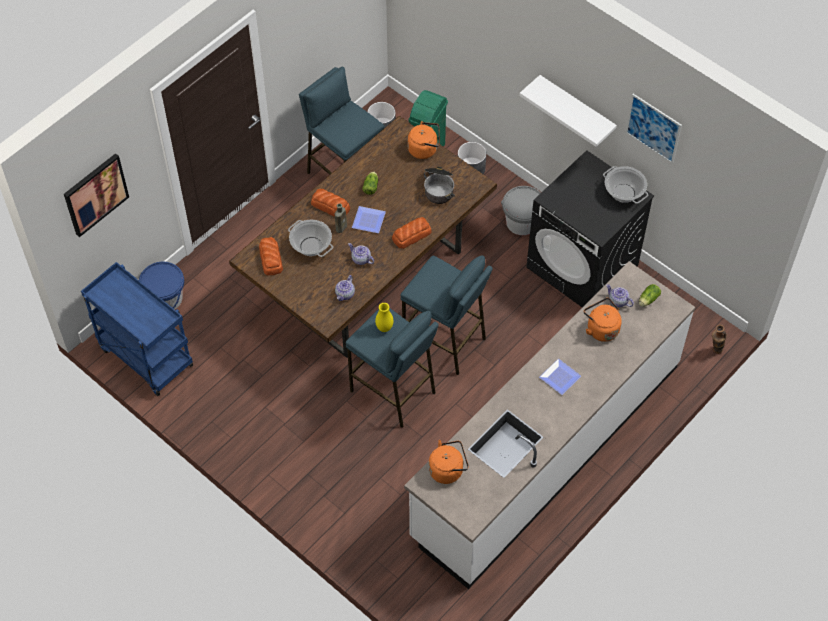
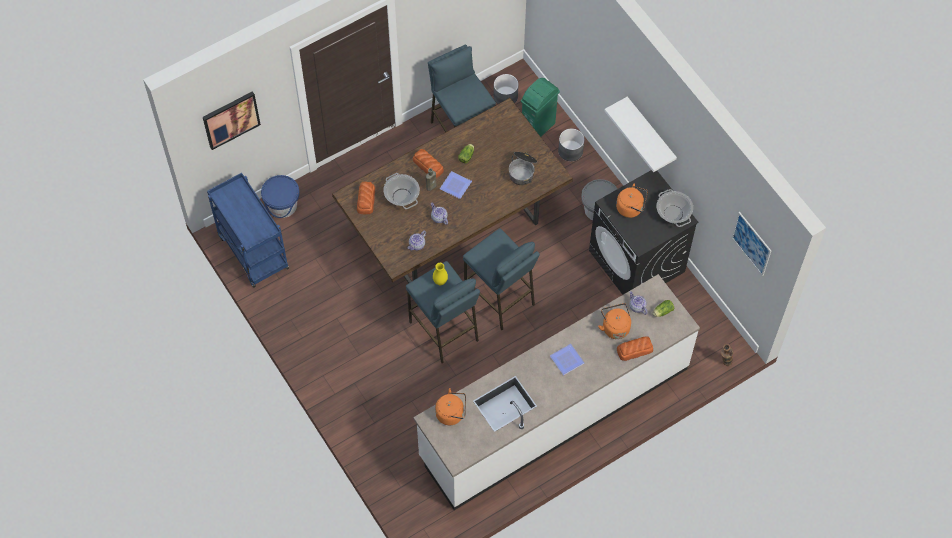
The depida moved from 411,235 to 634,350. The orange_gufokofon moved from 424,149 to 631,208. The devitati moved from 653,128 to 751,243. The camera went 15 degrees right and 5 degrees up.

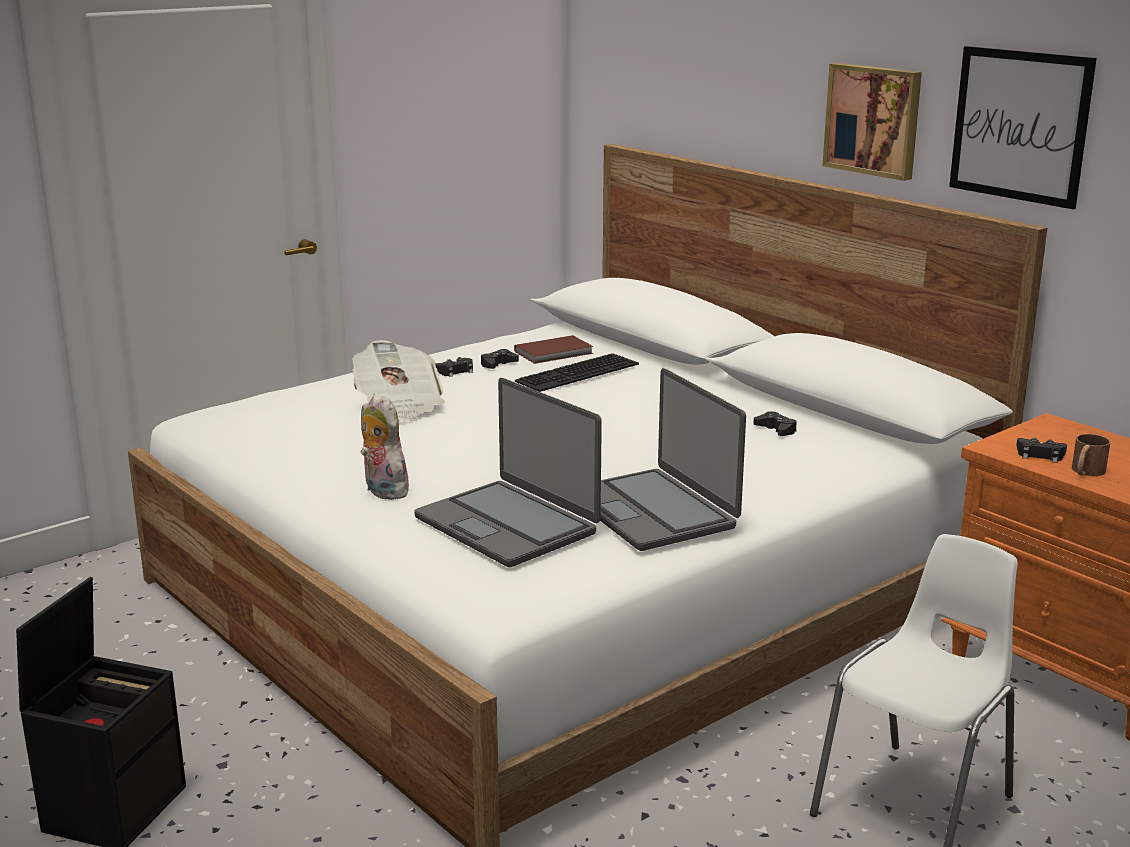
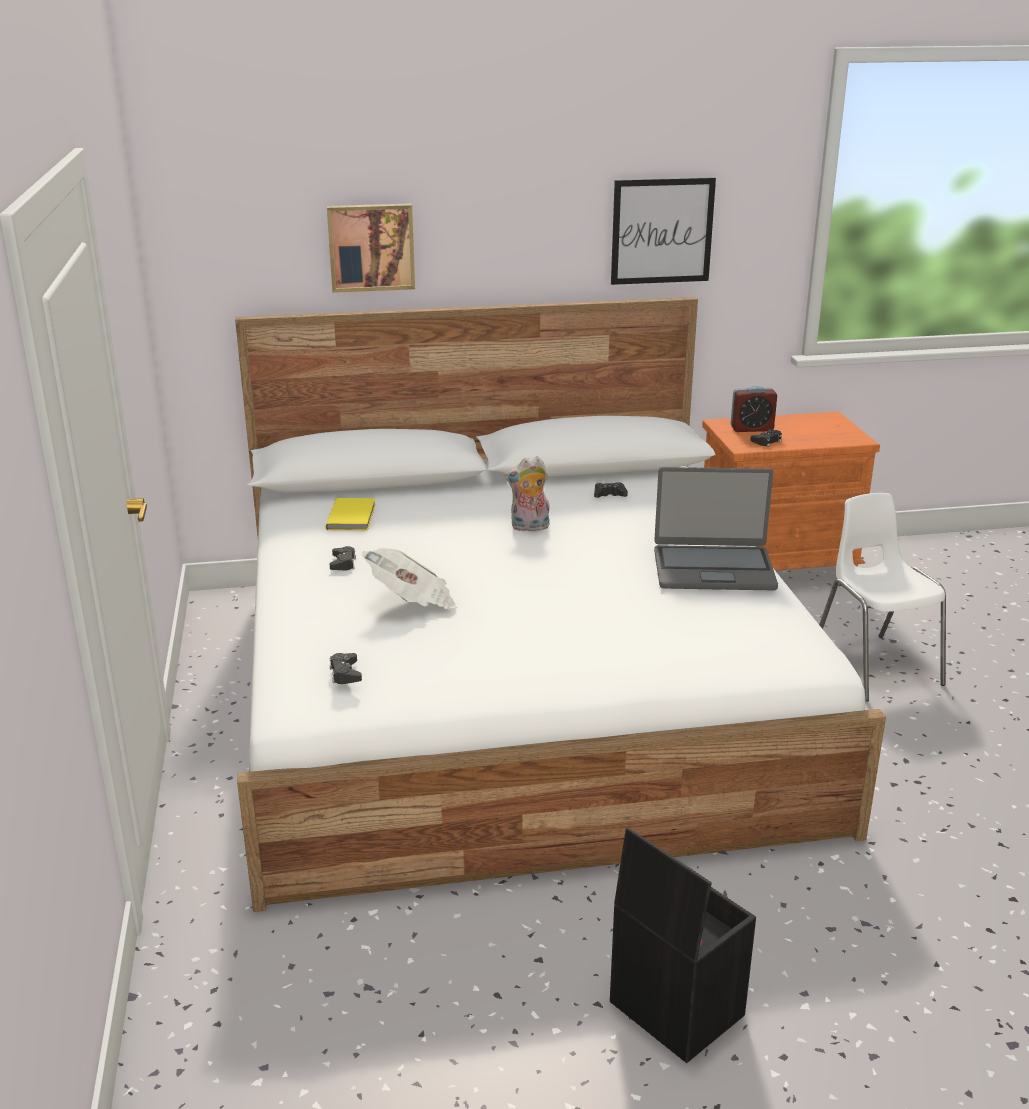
The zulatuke moved from 382,491 to 529,527. The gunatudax at 508,525 disappeared. The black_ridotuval moved from 498,364 to 345,673. The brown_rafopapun at 555,353 became the yellow_rafopapun at 353,516. The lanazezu at 578,373 disappeared. The devitati moved from 874,120 to 371,247. The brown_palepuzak at 1085,472 disappeared. The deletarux at 751,428 appeared. The camera went 60 degrees left and 5 degrees up.

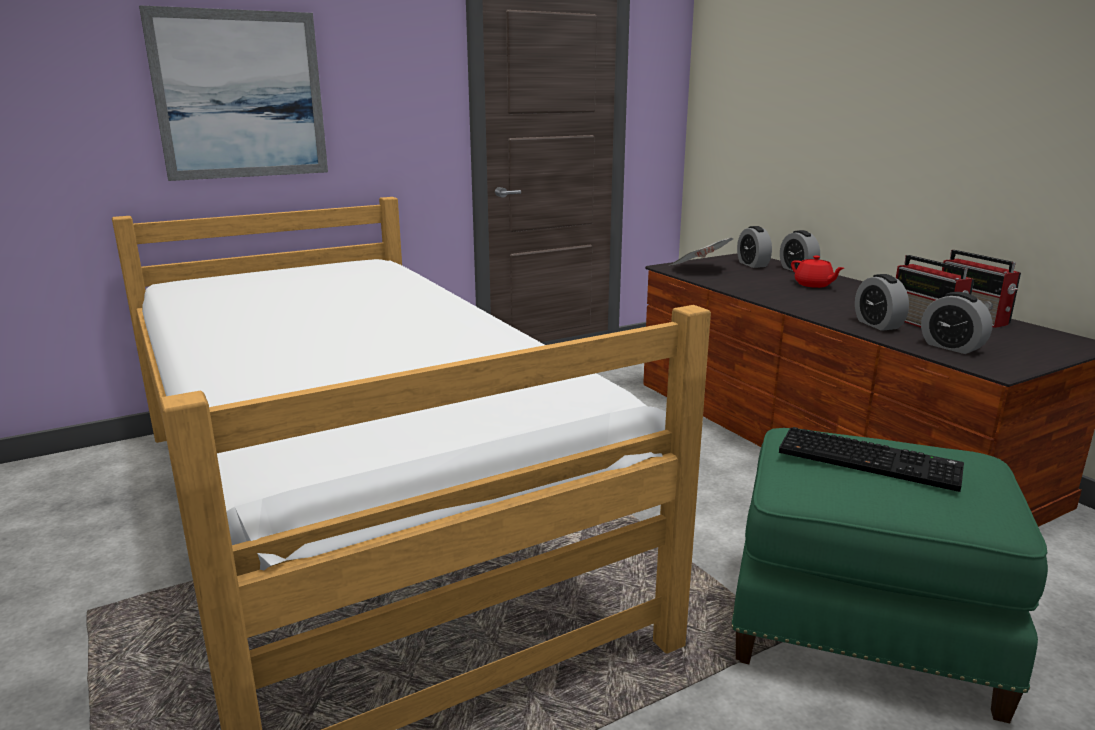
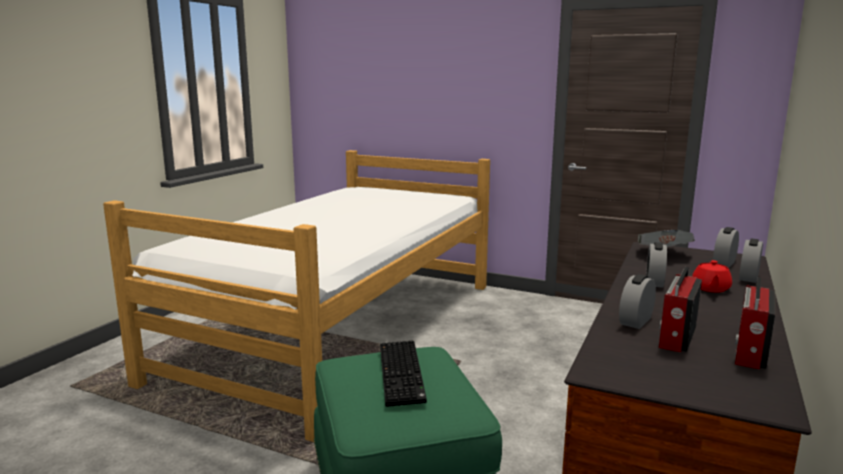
The devitati at 240,95 disappeared. The deletarux moved from 951,347 to 654,282. The camera went 55 degrees right and 5 degrees down.

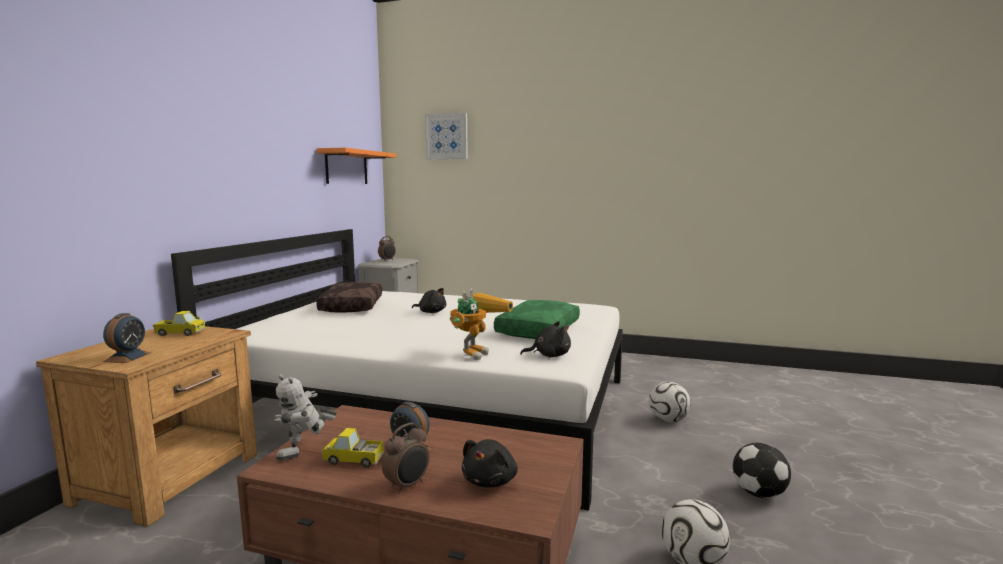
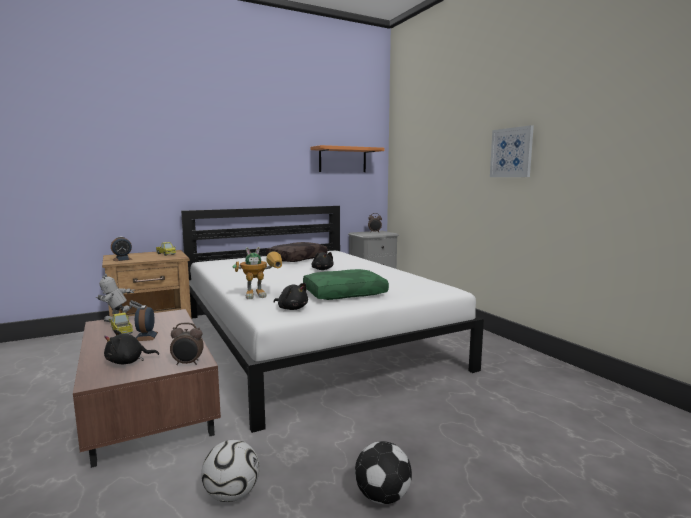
The deletarux moved from 408,485 to 188,363. The devitati moved from 446,136 to 511,152. The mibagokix at 668,420 disappeared. The camera went 45 degrees right and 0 degrees up.

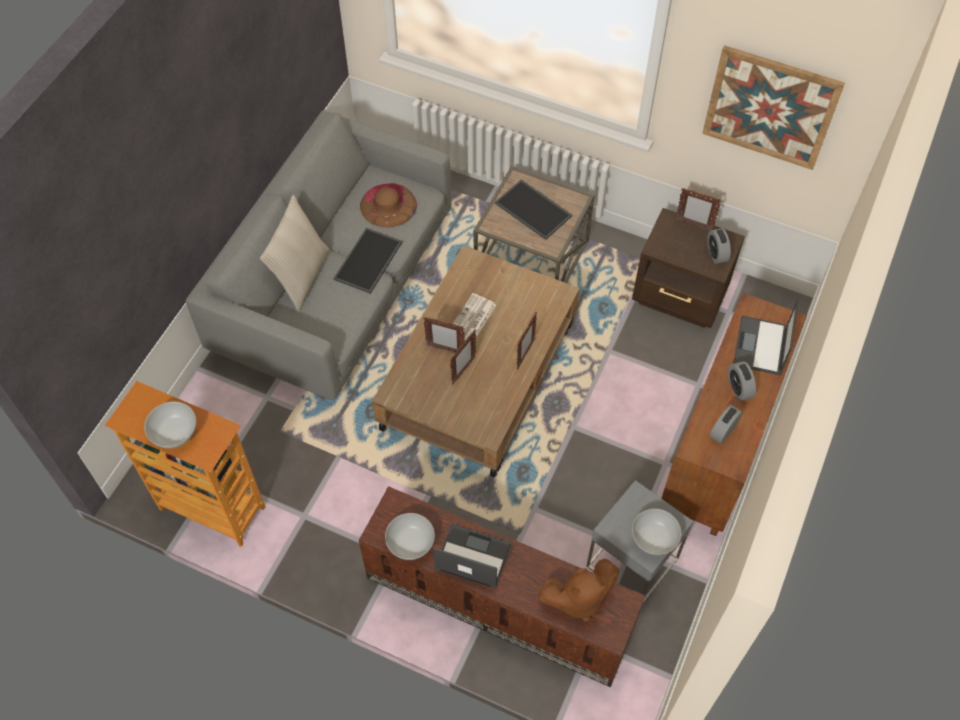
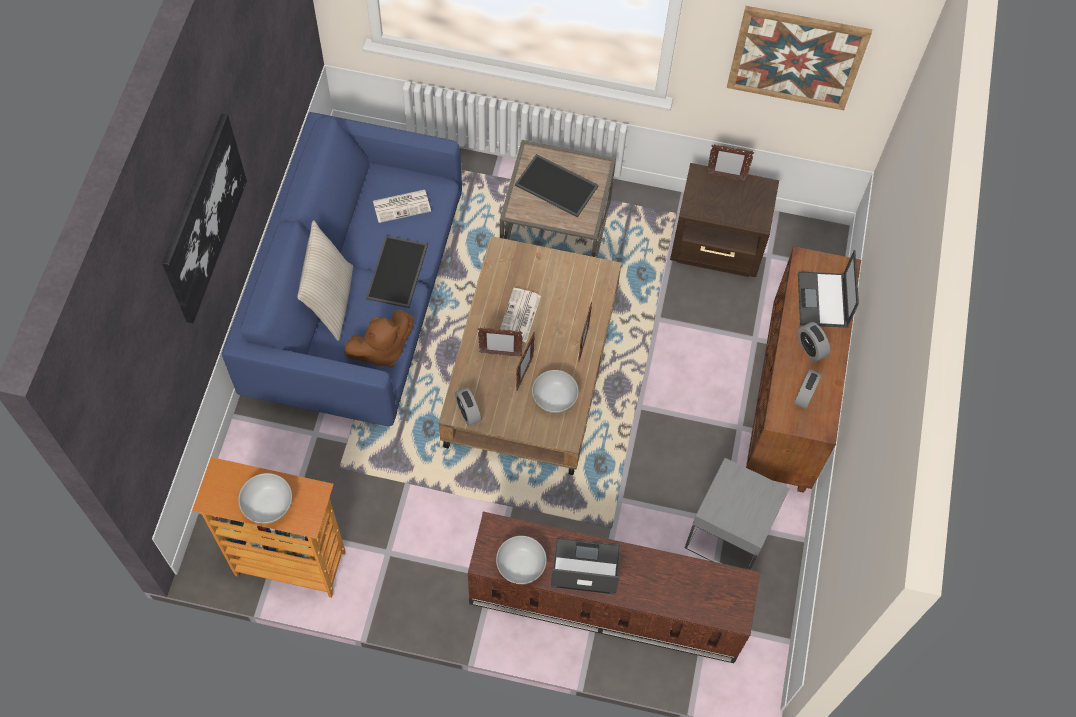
The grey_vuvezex at 336,288 became the blue_vuvezex at 357,301. The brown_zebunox at 388,205 was replaced by the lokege at 402,206. The brown_zulatuke moved from 578,598 to 381,350. The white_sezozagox moved from 653,539 to 554,399. The deletarux moved from 716,253 to 468,412. The devitati at 203,218 appeared. The camera went 15 degrees left and 5 degrees up.

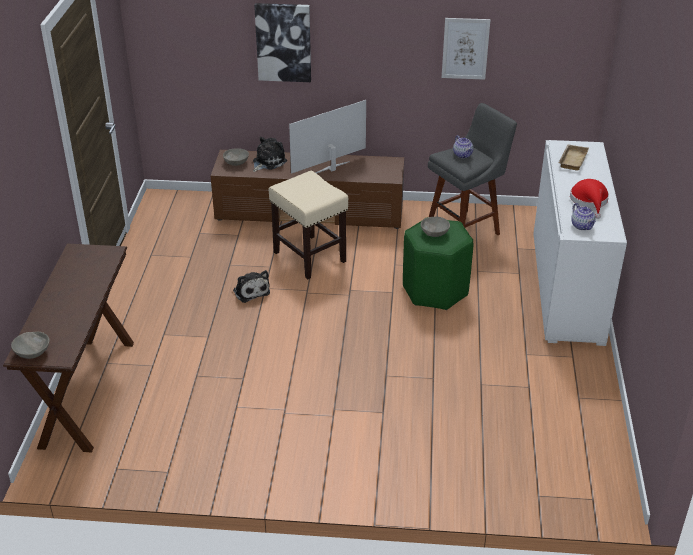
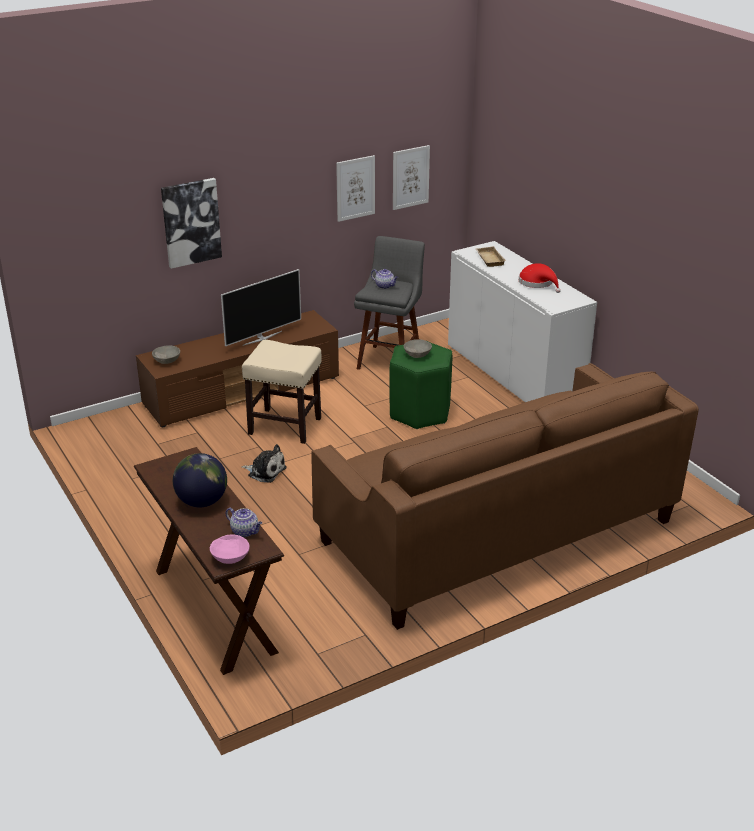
The grey_sezozagox at 32,353 became the pink_sezozagox at 229,558. The zulatuke at 267,162 disappeared. The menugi at 331,168 turned 150 degrees counterclockwise. The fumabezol moved from 582,226 to 245,531. The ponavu at 202,501 appeared. The brown_vuvezex at 497,530 appeared. The devitati at 410,177 appeared. The camera went 35 degrees left and 5 degrees down.

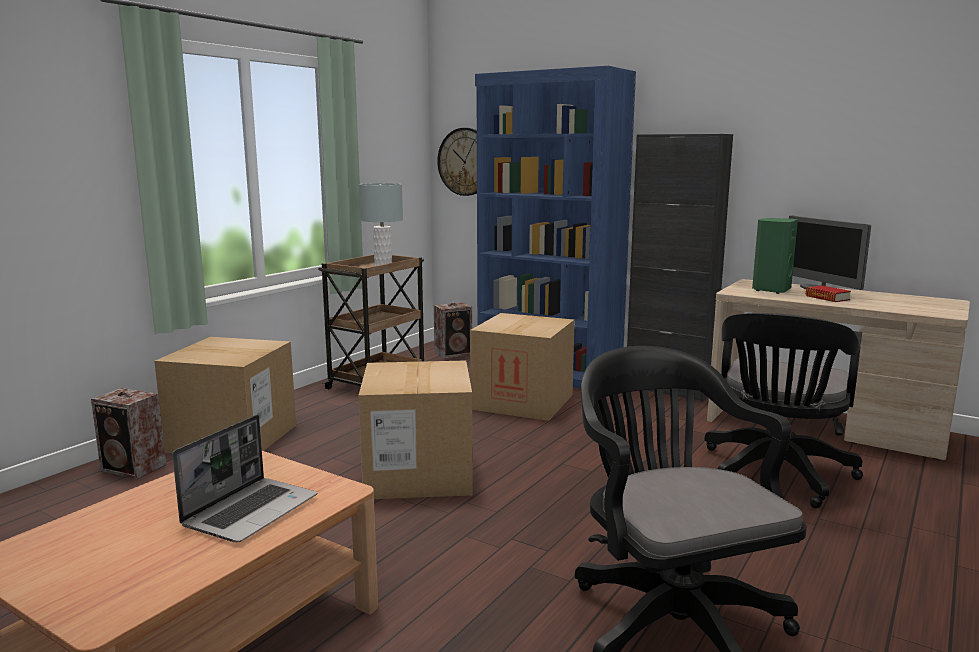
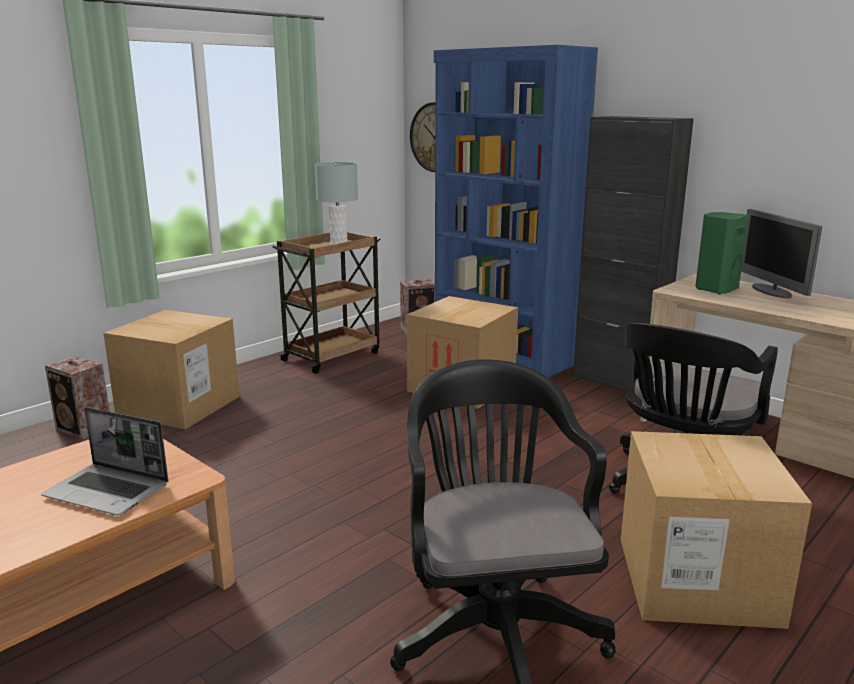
The gunatudax at 251,511 turned 75 degrees clockwise. The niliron moved from 418,473 to 696,580. The rafopapun at 827,298 disappeared. The camera went 10 degrees right and 5 degrees up.

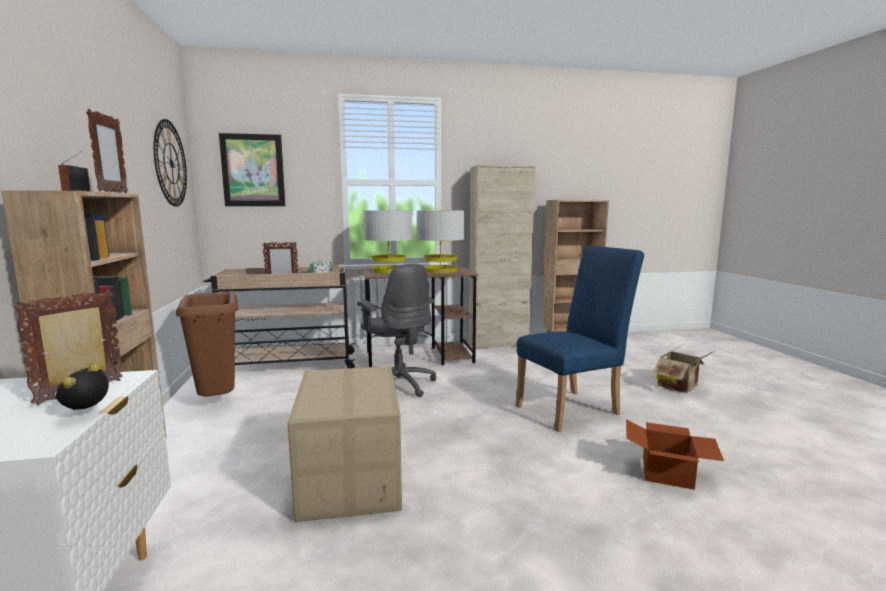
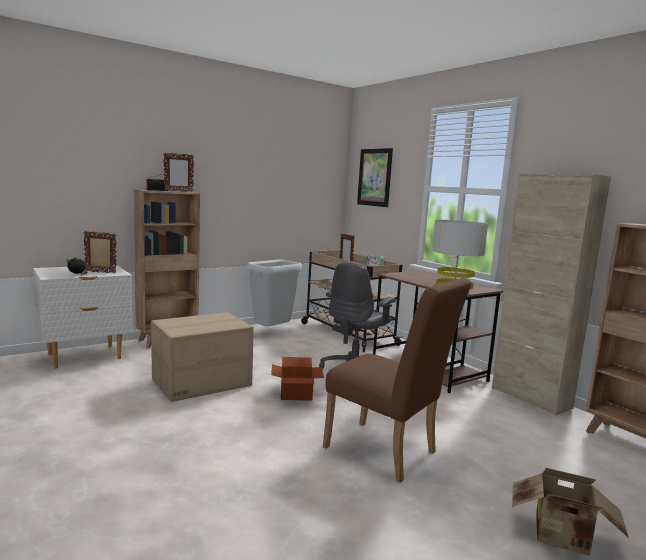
The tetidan at 171,163 disappeared. The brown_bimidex at 219,401 became the grey_bimidex at 272,332. The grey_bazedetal at 388,270 disappeared. The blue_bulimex at 573,408 became the brown_bulimex at 386,453. The niliron moved from 669,474 to 295,394. The camera went 65 degrees right and 0 degrees up.

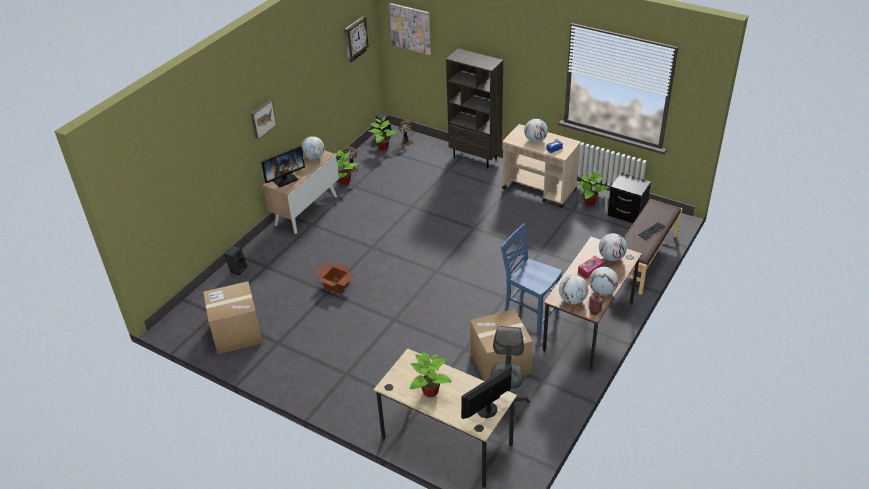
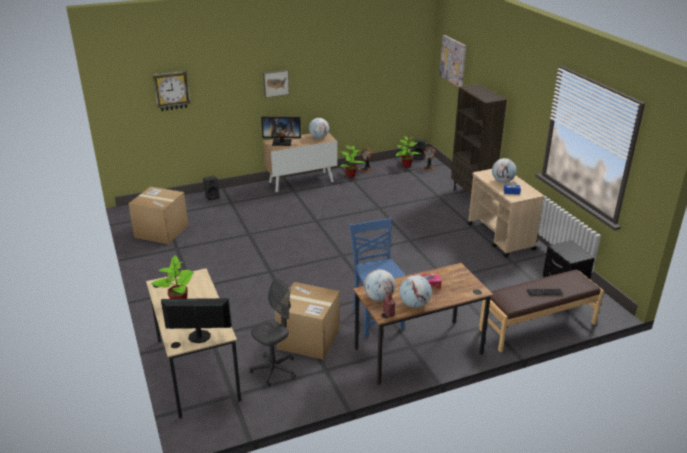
The niliron at 336,285 disappeared. The tetidan moved from 355,39 to 171,90. The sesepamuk at 589,203 disappeared. The ponavu at 611,257 disappeared. The camera went 35 degrees right and 10 degrees down.

